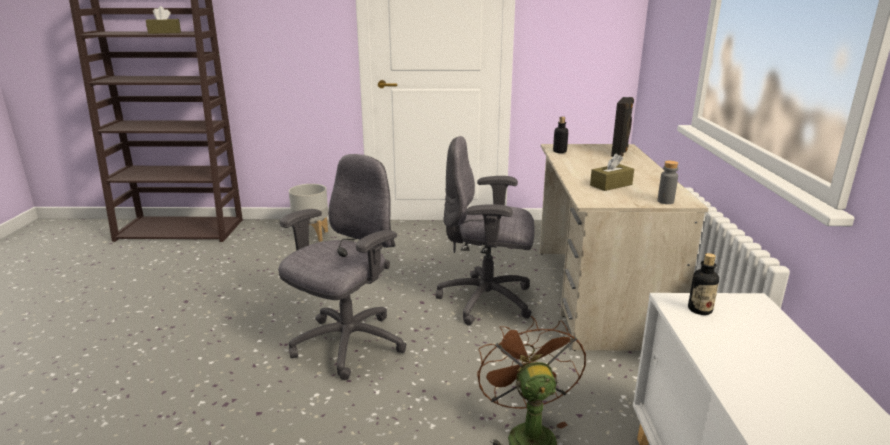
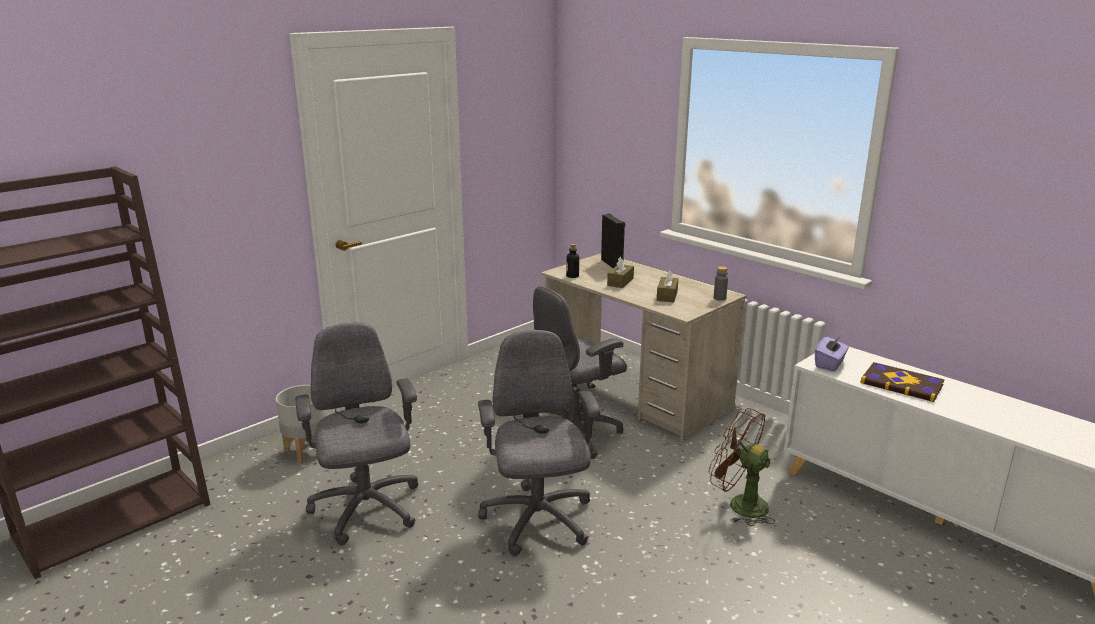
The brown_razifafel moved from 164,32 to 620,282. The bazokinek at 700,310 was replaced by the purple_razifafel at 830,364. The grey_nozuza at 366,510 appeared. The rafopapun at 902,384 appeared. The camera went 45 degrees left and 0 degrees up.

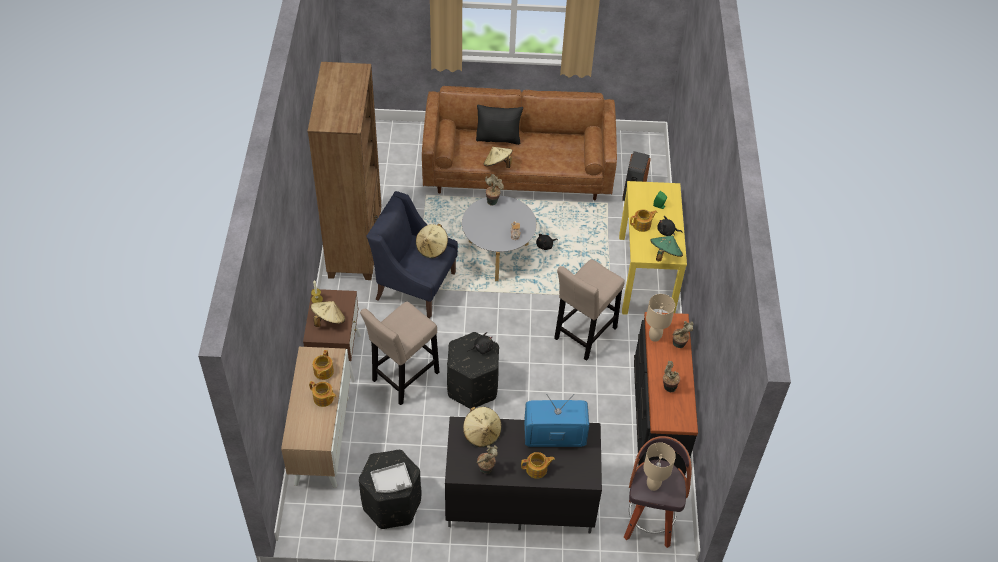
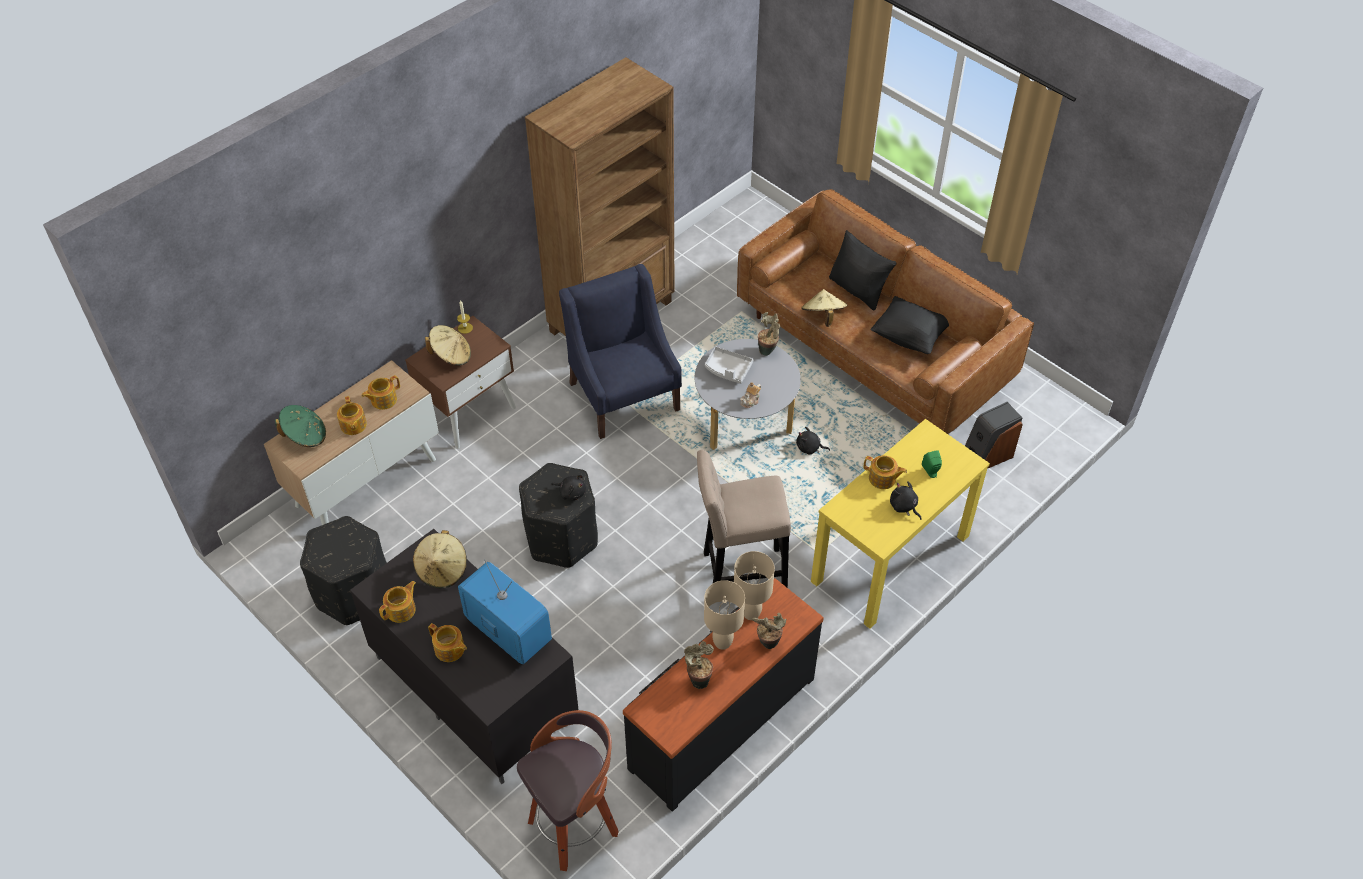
The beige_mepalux at 403,379 disappeared. The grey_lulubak moved from 391,482 to 728,369. The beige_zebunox at 432,248 disappeared. The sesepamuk at 486,470 was replaced by the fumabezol at 401,610. The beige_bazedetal moved from 653,485 to 723,643. The green_zebunox moved from 664,254 to 305,436. The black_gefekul at 910,337 appeared. The camera went 45 degrees right and 0 degrees up.

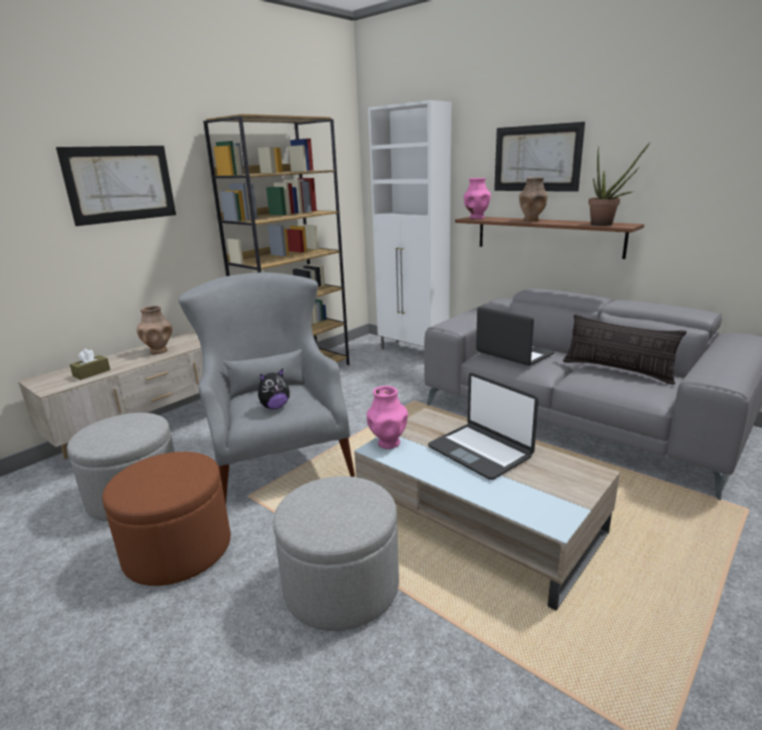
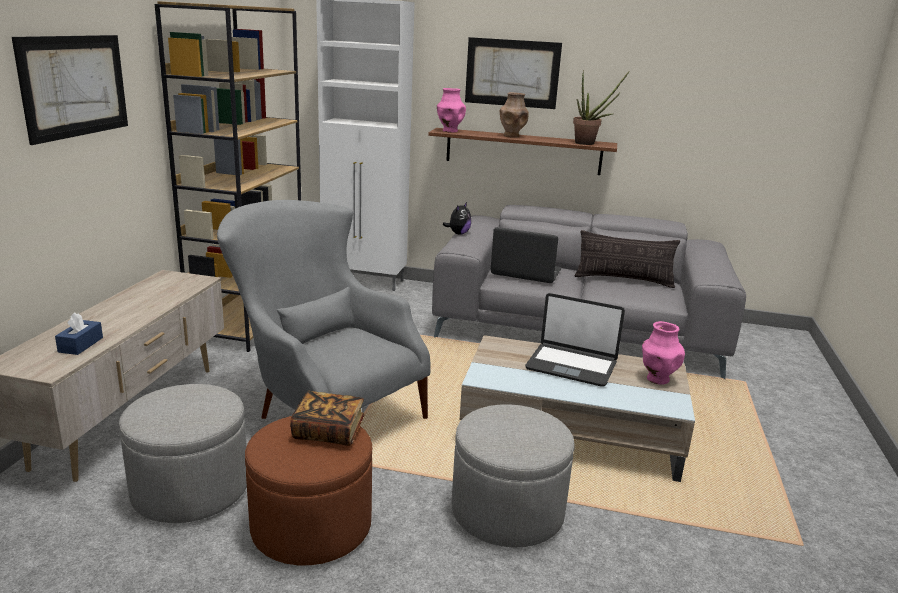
The brown_razifafel at 91,373 became the blue_razifafel at 80,345. The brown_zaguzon at 159,351 disappeared. The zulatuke moved from 275,407 to 458,233. The pink_zaguzon moved from 388,443 to 657,379. The rafopapun at 328,432 appeared. The camera went 30 degrees left and 0 degrees up.

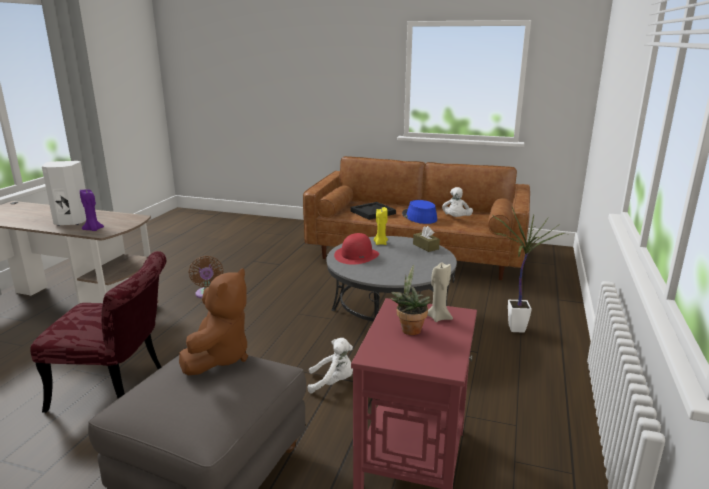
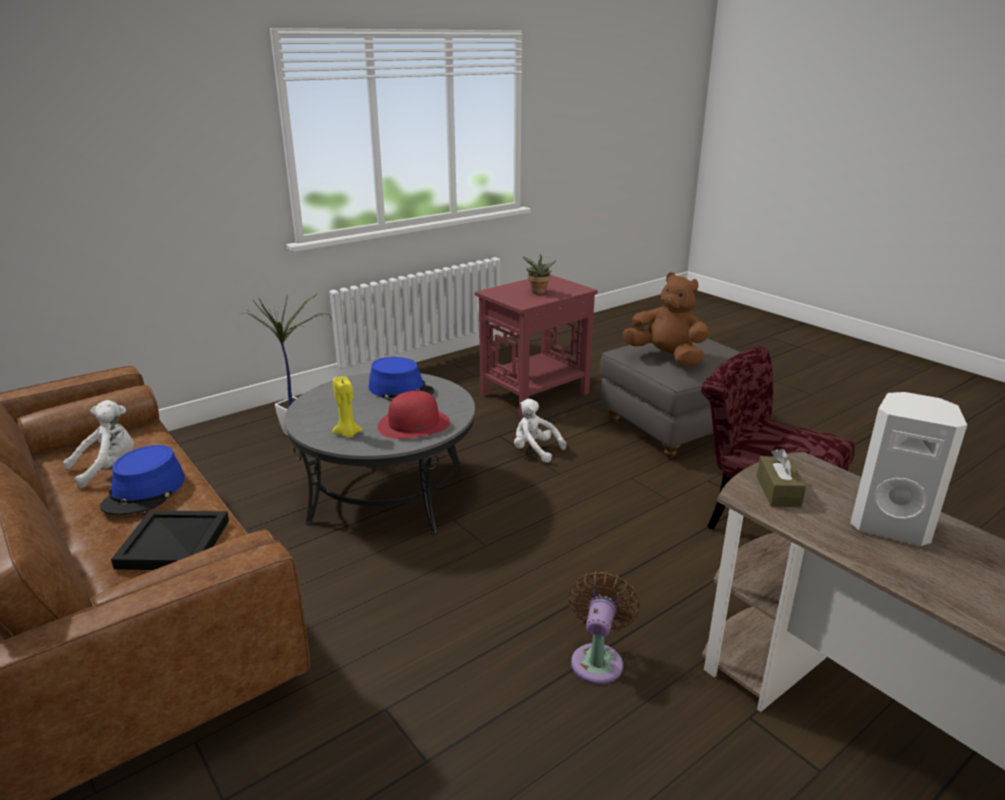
The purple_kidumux at 93,230 disappeared. The brown_zulatuke at 219,357 turned 75 degrees clockwise. The brown_razifafel moved from 425,246 to 778,491. The beige_kidumux at 438,317 disappeared. The blue_zebunox at 401,390 appeared. The camera went 145 degrees left and 5 degrees up.

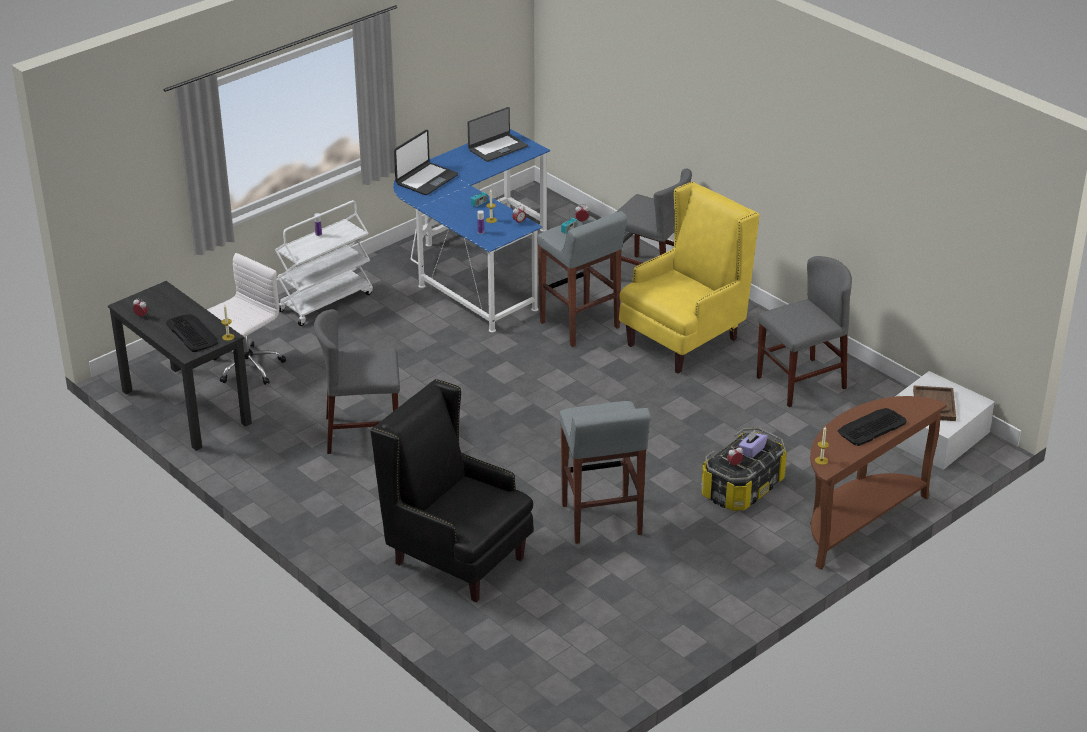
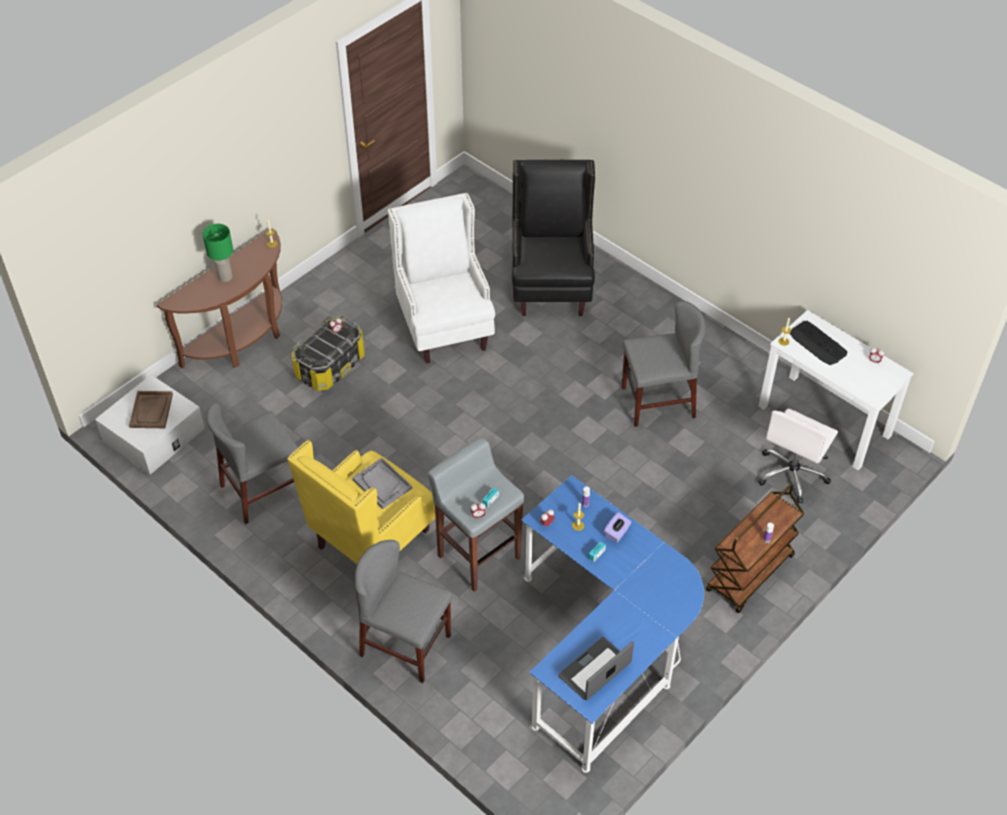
The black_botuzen at 185,407 became the white_botuzen at 825,421. The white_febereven at 326,302 became the brown_febereven at 750,574. The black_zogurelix at 457,560 turned 120 degrees counterclockwise. The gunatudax at 426,179 disappeared. The grey_mepalux at 601,520 was replaced by the white_zogurelix at 444,328. The purple_razifafel moved from 752,450 to 617,533. The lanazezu at 871,427 was replaced by the green_bazedetal at 225,277. The grey_lulubak at 382,484 appeared. The camera went 175 degrees right and 15 degrees up.

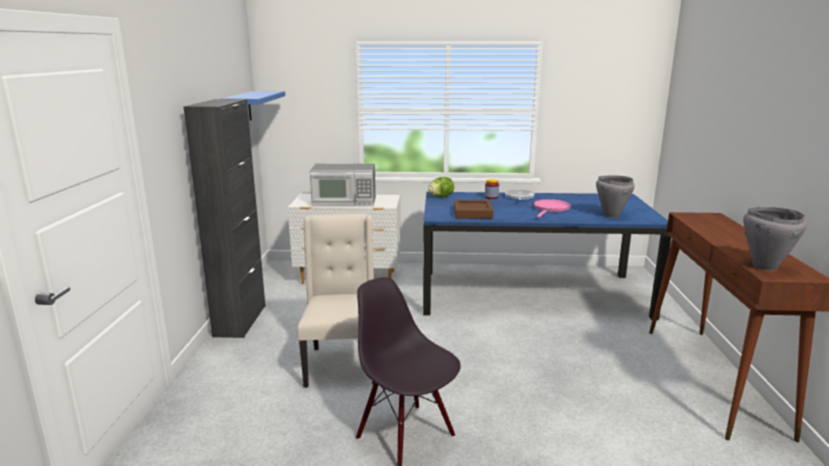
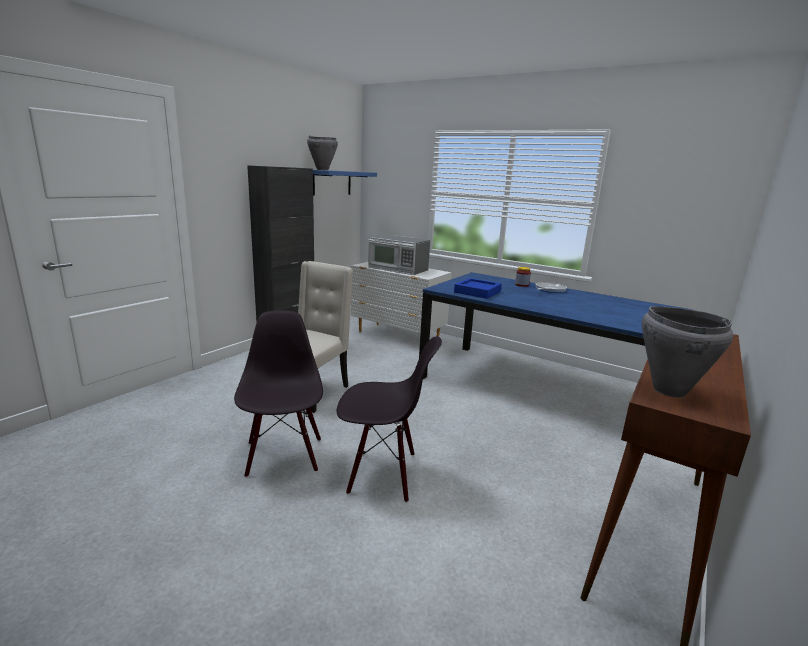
The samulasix at 441,197 disappeared. The brown_lulubak at 472,213 became the blue_lulubak at 477,292. The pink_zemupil at 550,209 disappeared. The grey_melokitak moved from 611,215 to 322,170. The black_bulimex at 382,474 appeared. The camera went 30 degrees right and 0 degrees up.

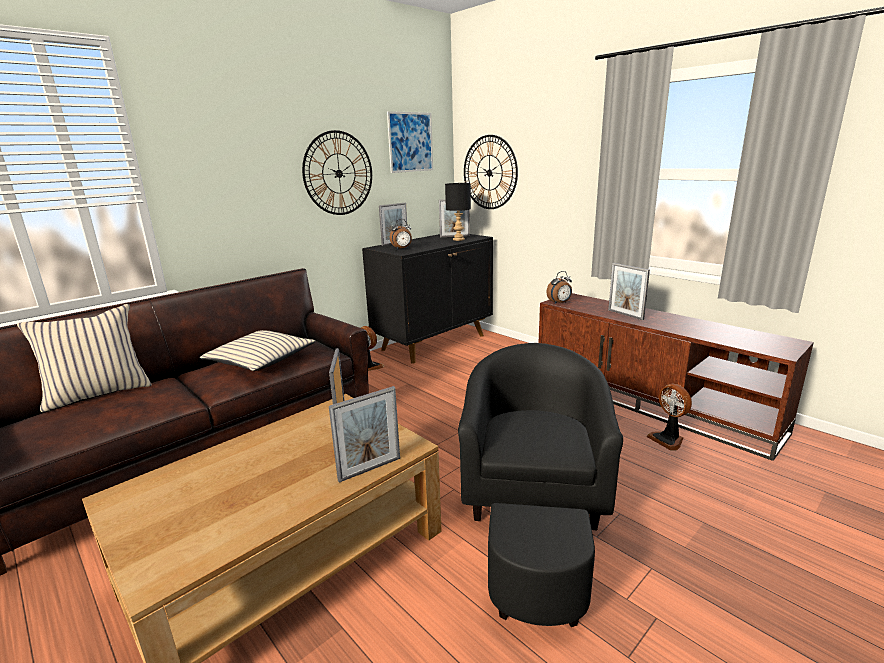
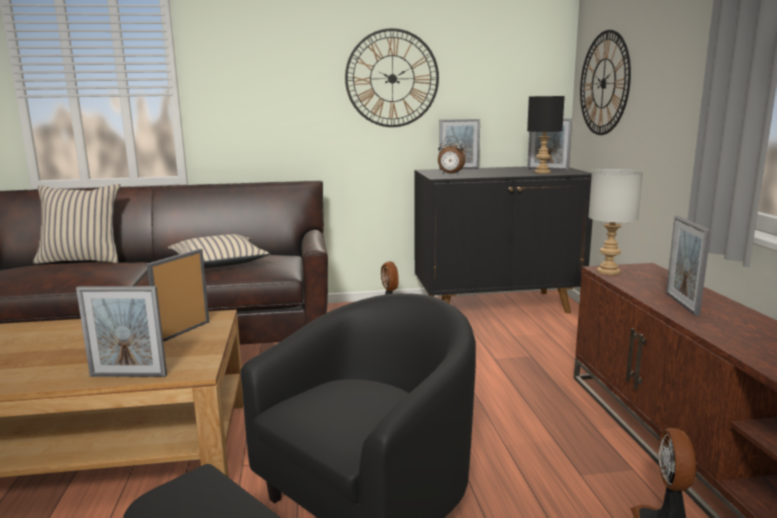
The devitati at 410,142 disappeared. The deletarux at 559,303 was replaced by the grey_bazedetal at 609,271. The camera went 35 degrees right and 5 degrees down.

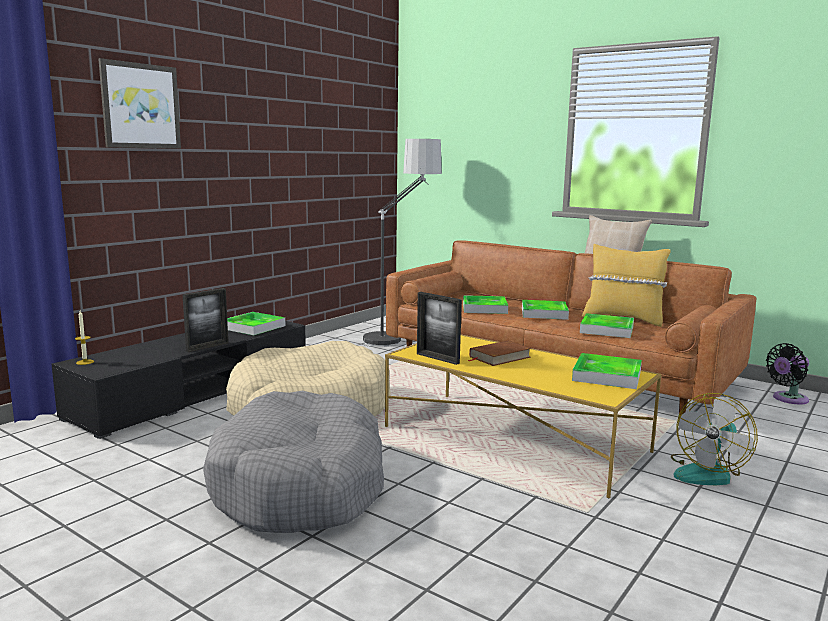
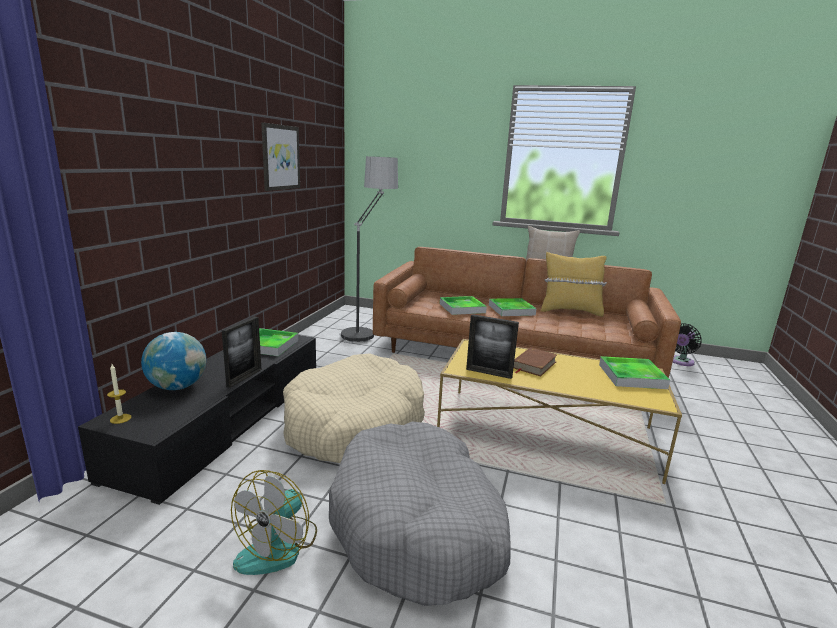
The devitati moved from 140,106 to 280,157. The lulubak at 607,329 disappeared. The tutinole moved from 708,472 to 278,547. The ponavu at 178,387 appeared. The camera went 20 degrees left and 5 degrees up.

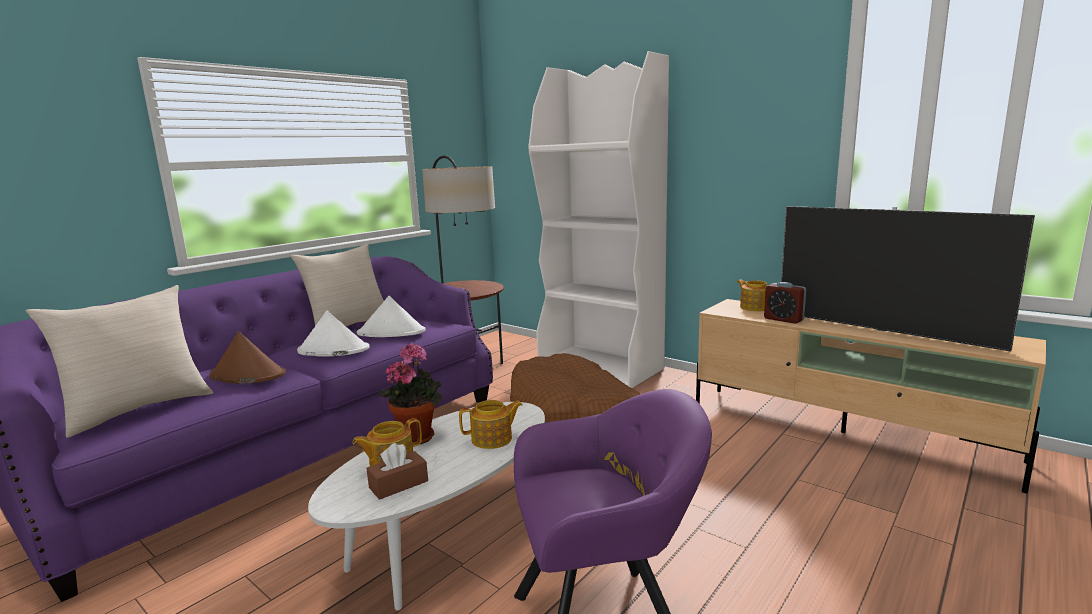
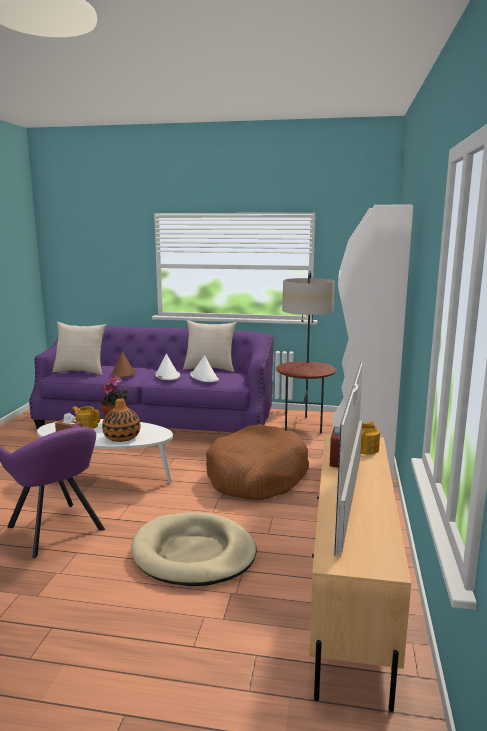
The fumabezol at 493,439 was replaced by the zaguzon at 121,437. The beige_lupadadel at 194,553 appeared. The camera went 60 degrees right and 0 degrees up.

